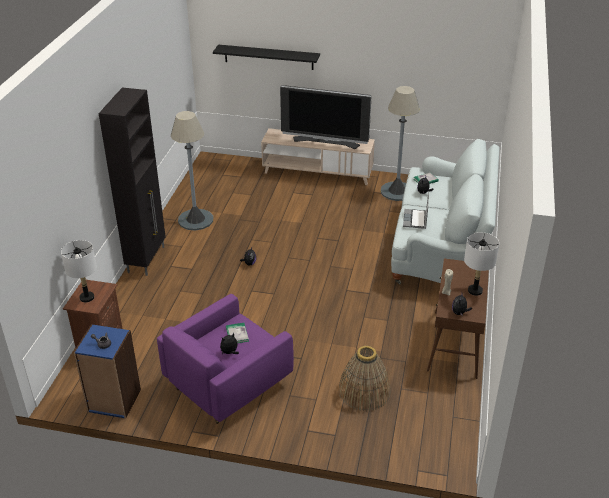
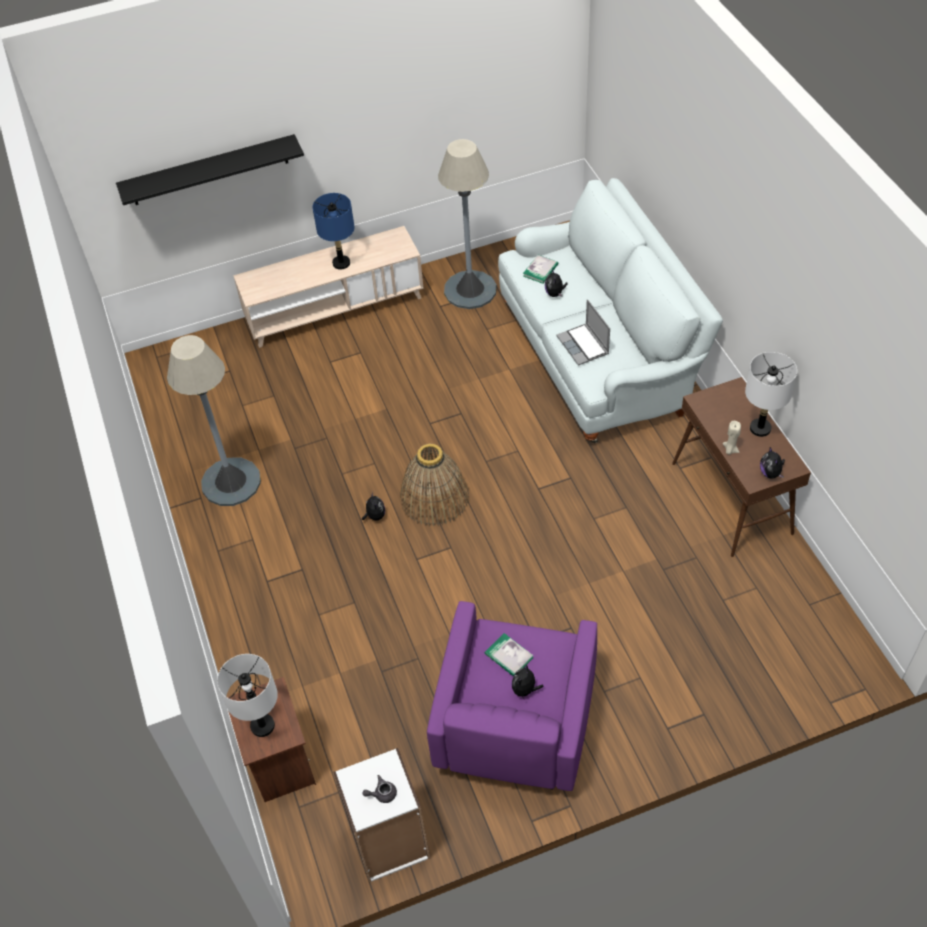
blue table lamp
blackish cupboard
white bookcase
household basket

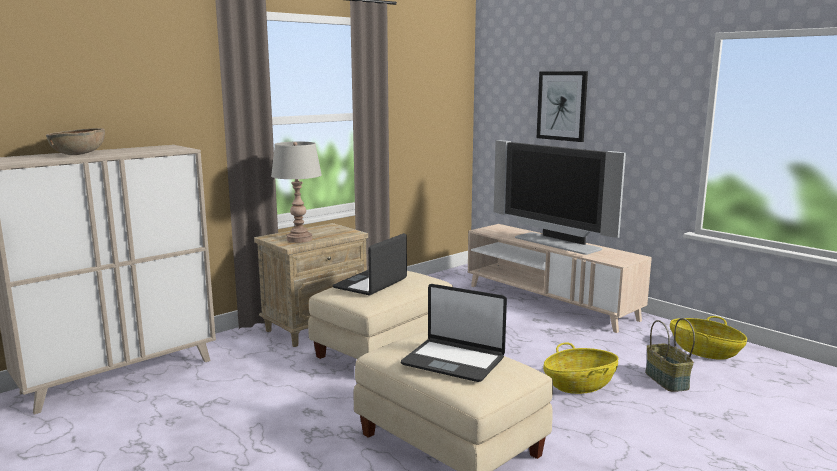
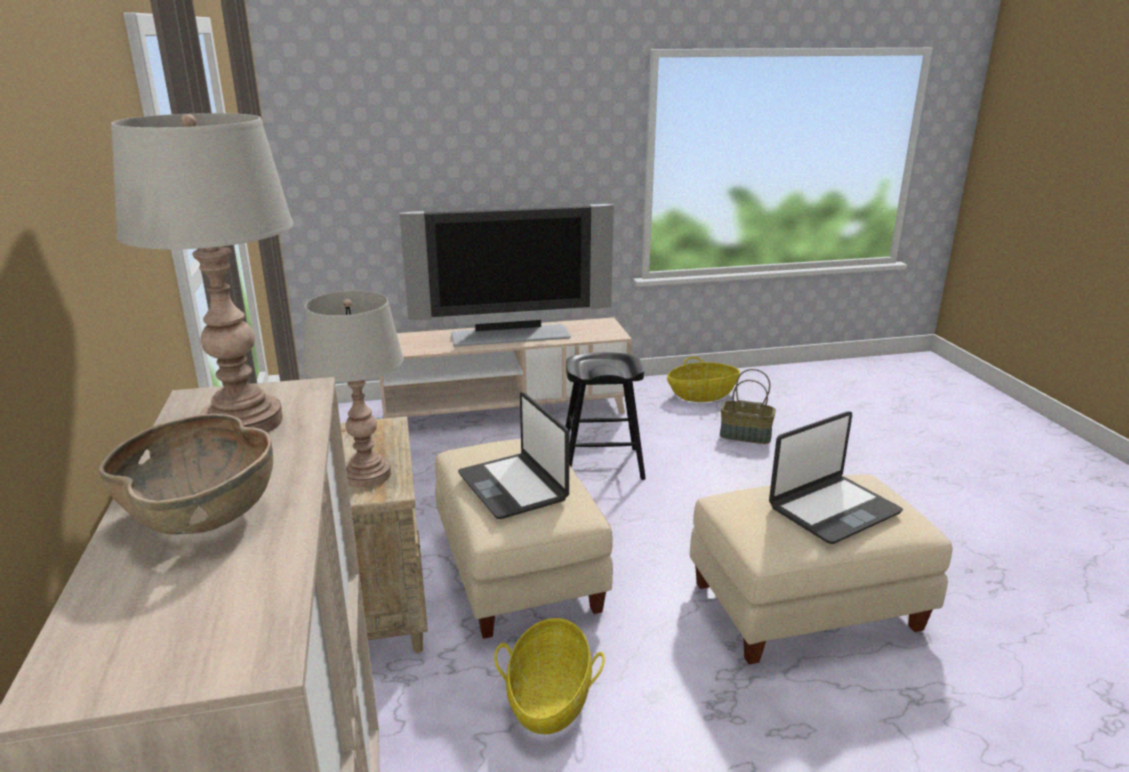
wall picture
household basket (1st from left)
grey table lamp (1st from left)
blackish sitting stool

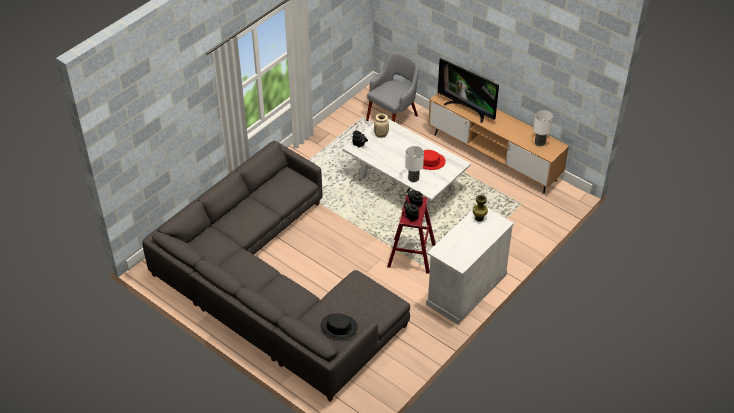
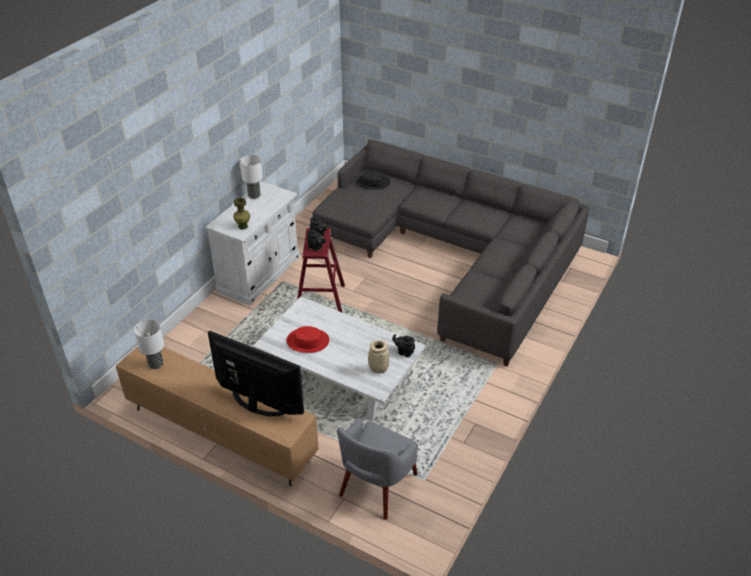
table lamp (2nd from left)

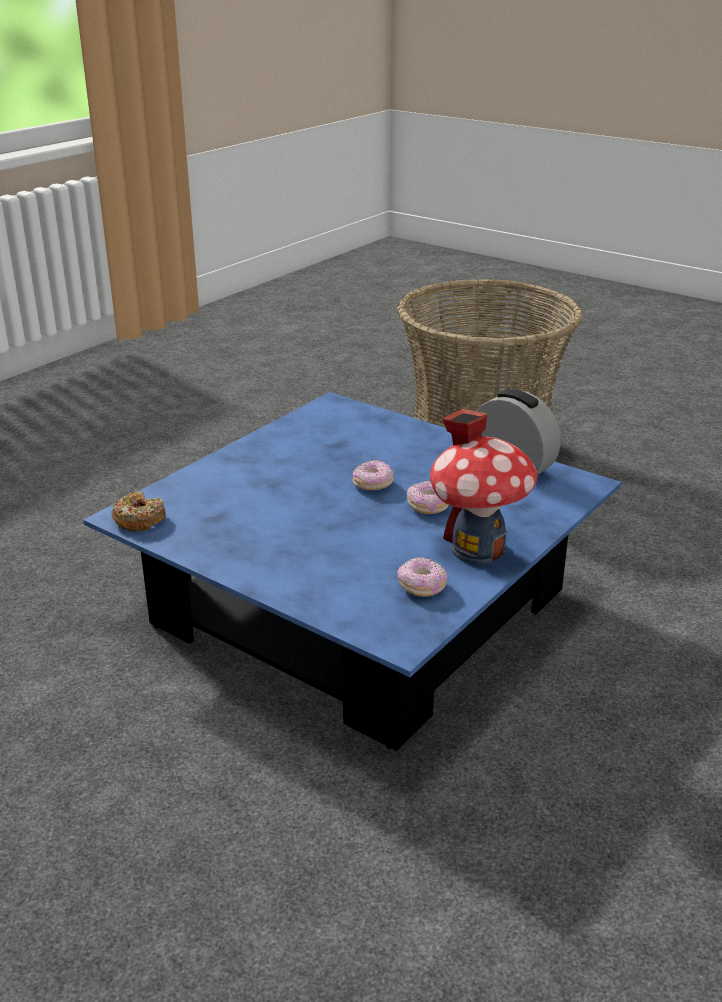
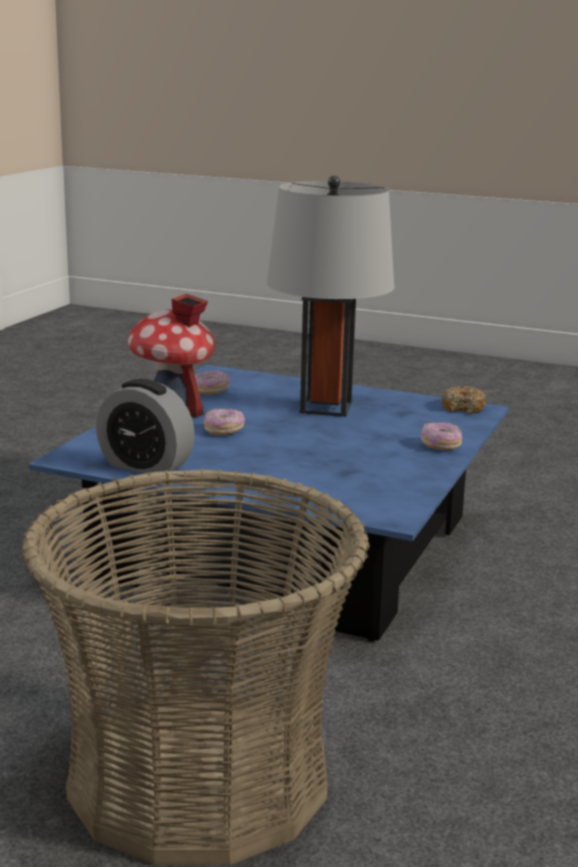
ring doughnut (3rd from left)
grey table lamp

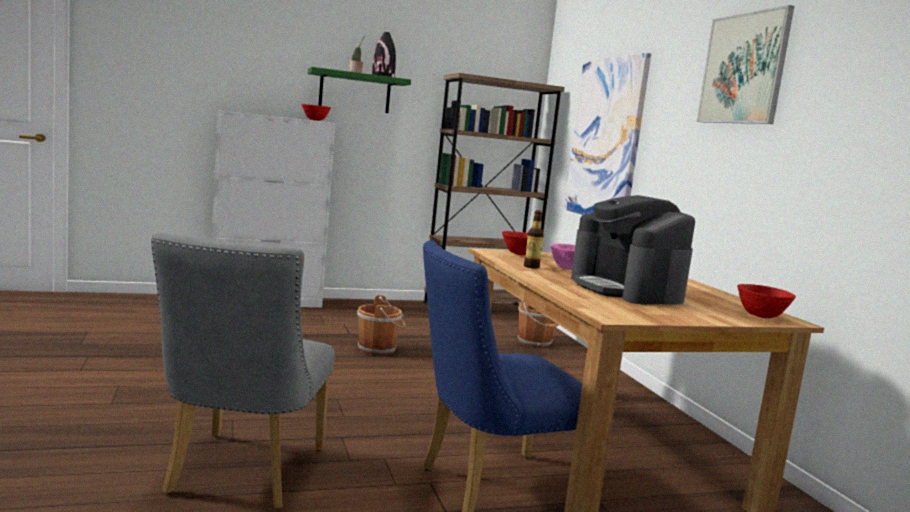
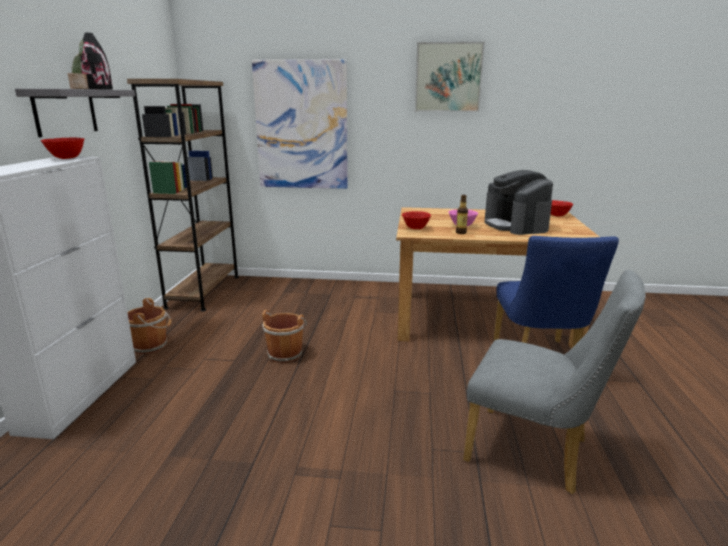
grey wall shelf
coffee machine
brown-coloured pail (1st from left)

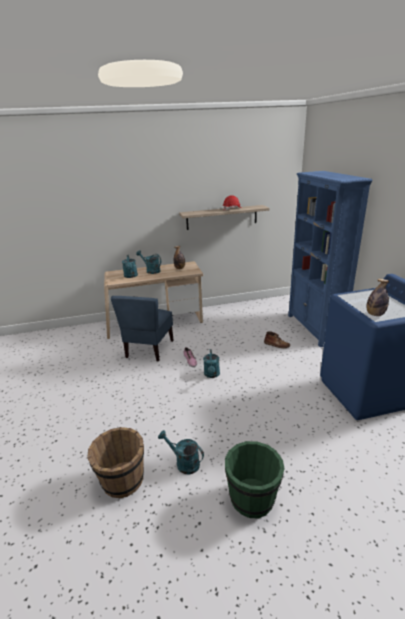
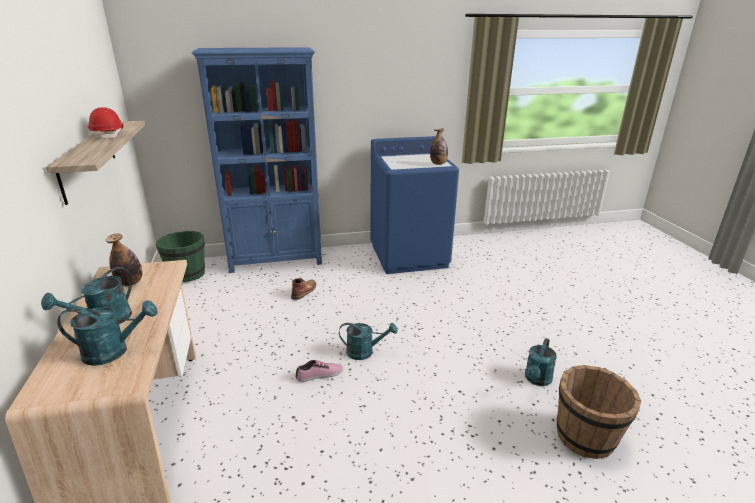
blue upright chair
green pail

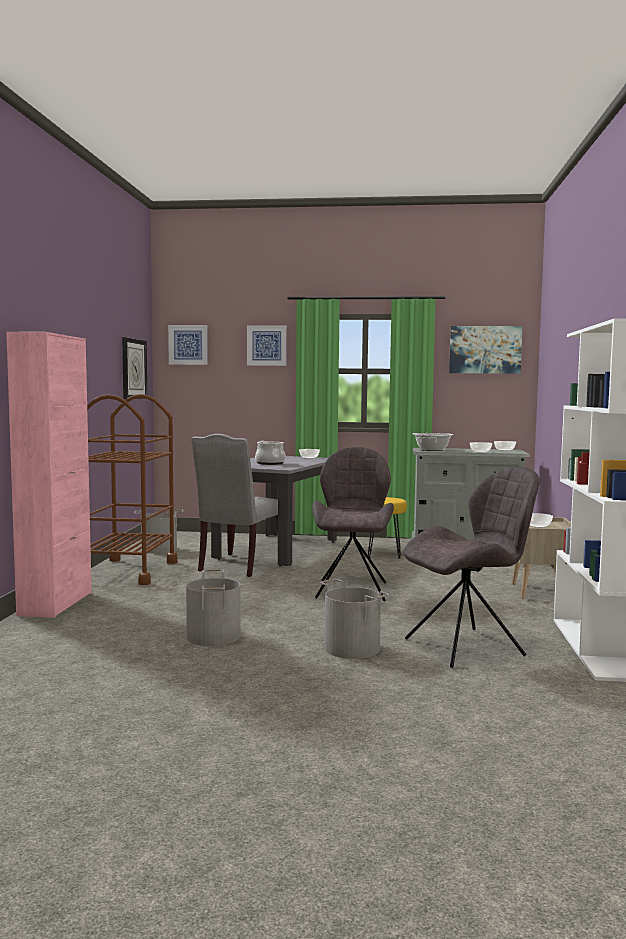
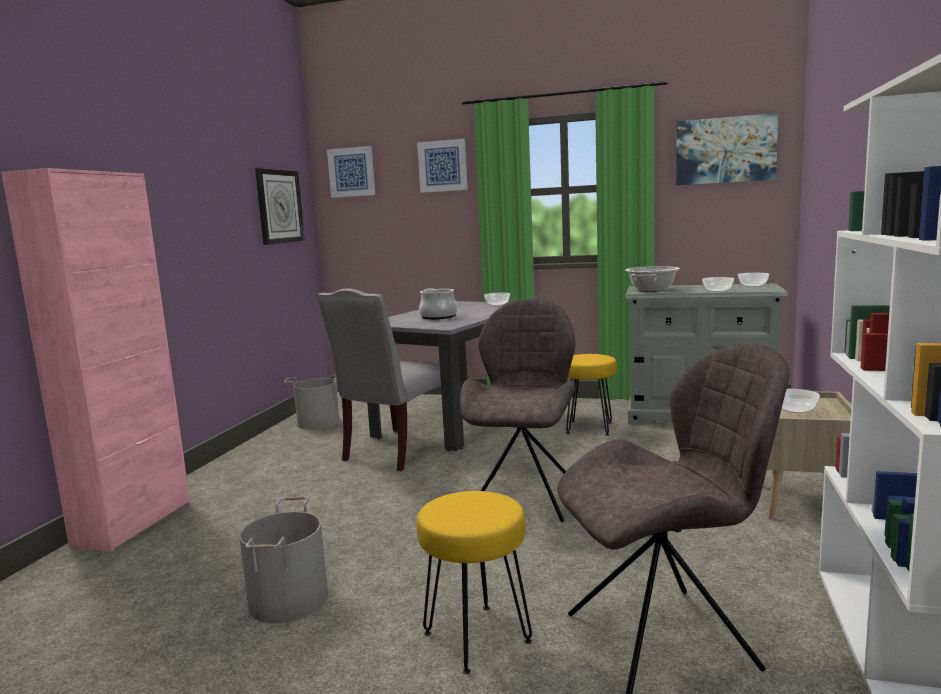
brown-coloured cart
yellow sitting stool (1st from left)

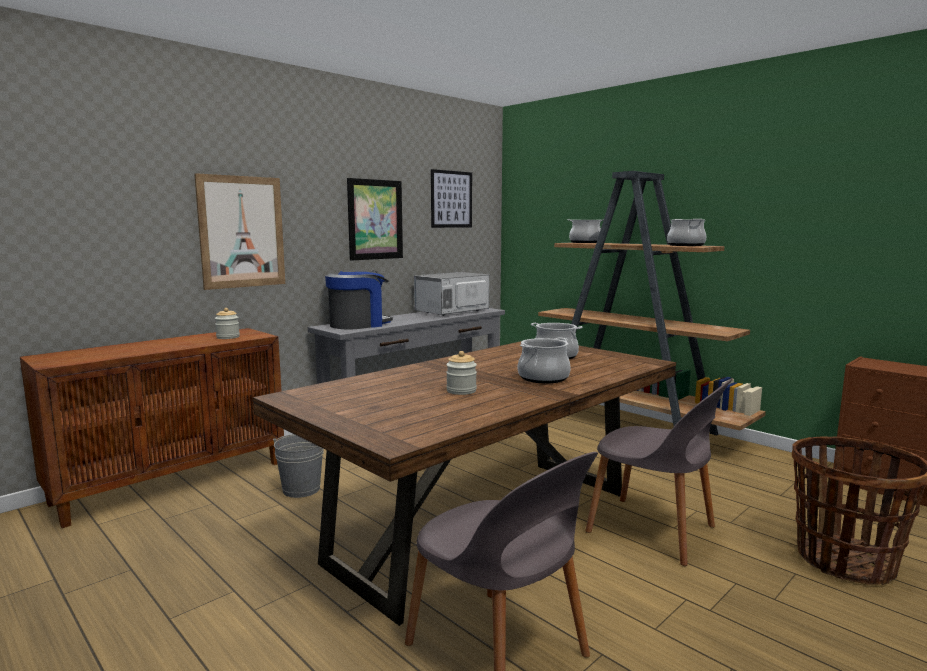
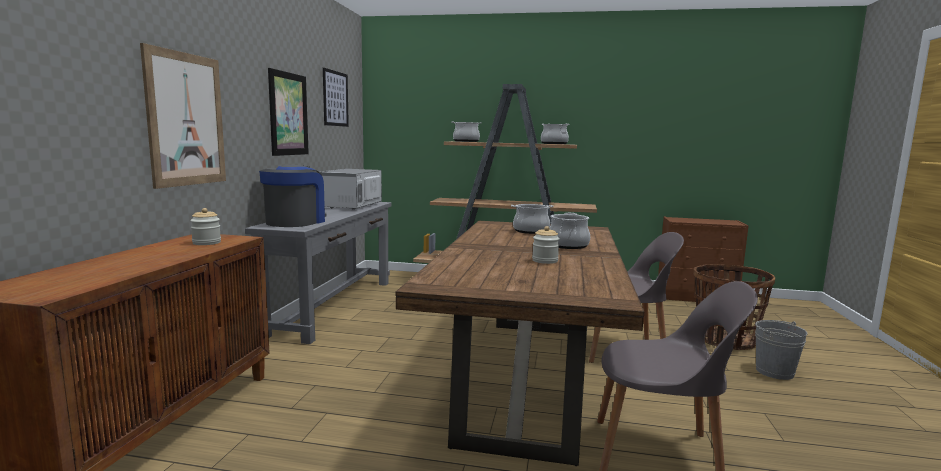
grey pail

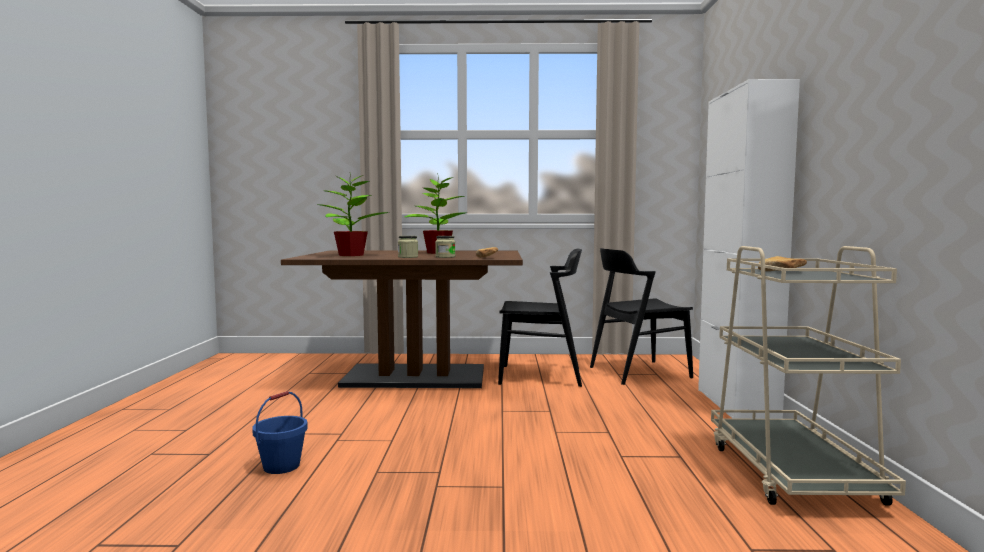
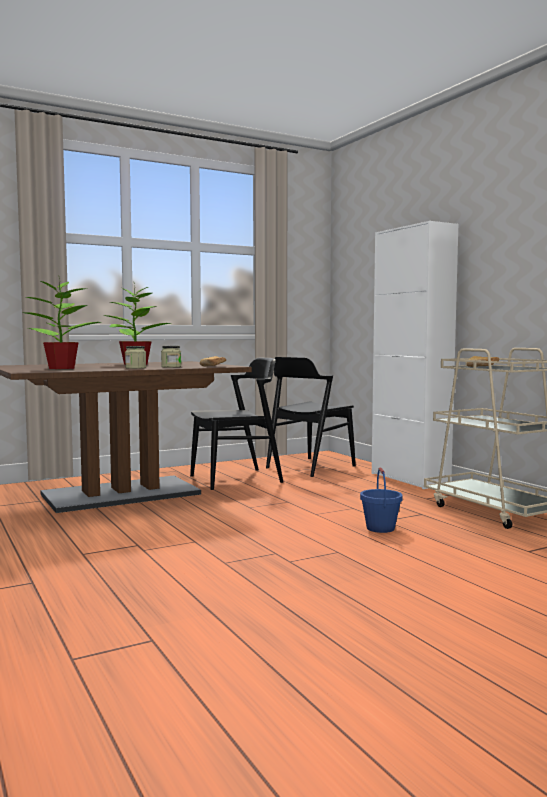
blue pail

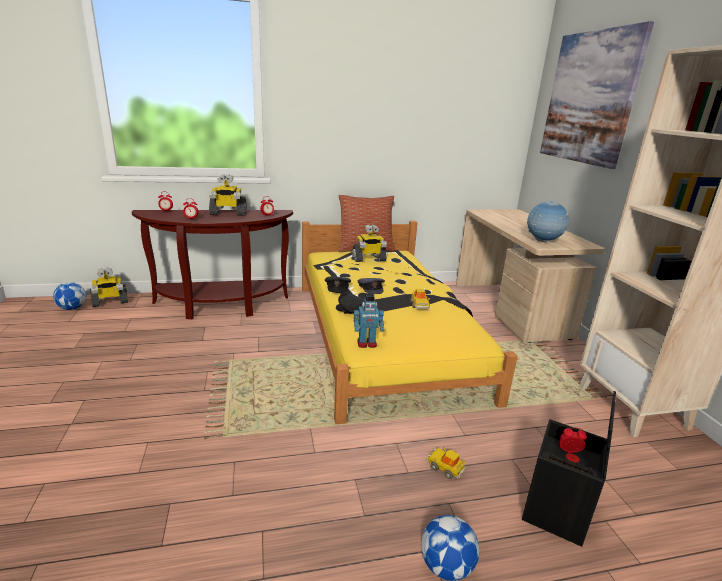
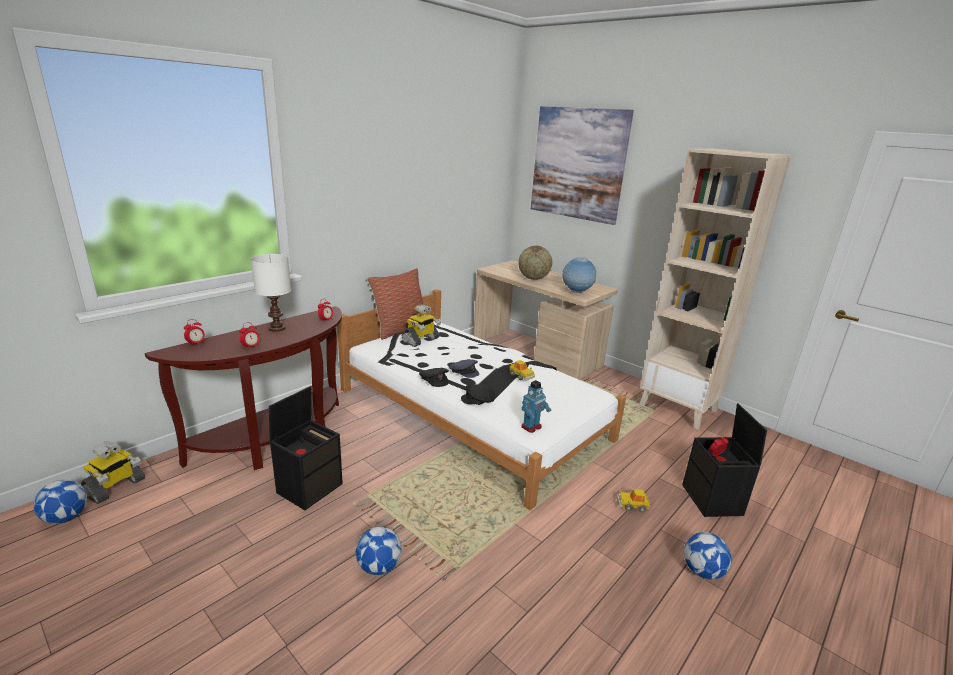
white table lamp
white bed
desk globe (1st from left)
blackish storage container (1st from left)
football (2nd from left)

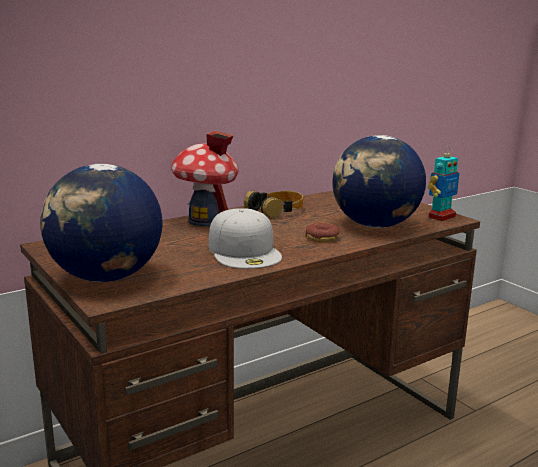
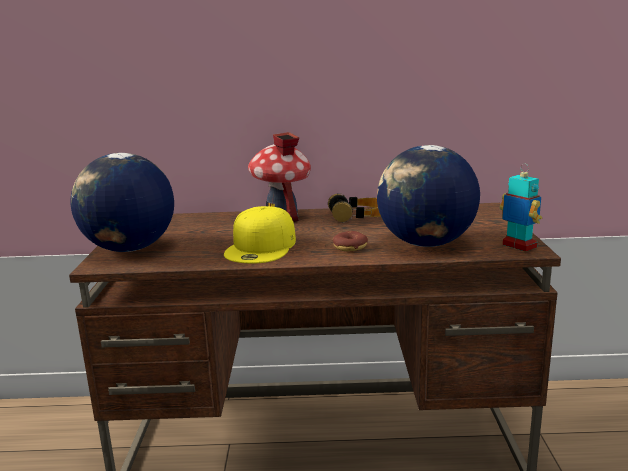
model robot
yellow baseball cap

